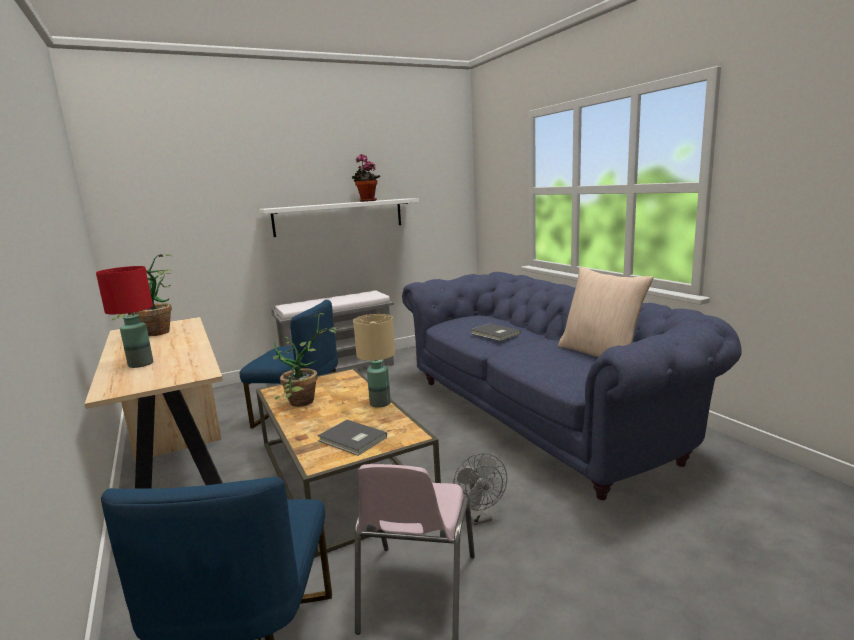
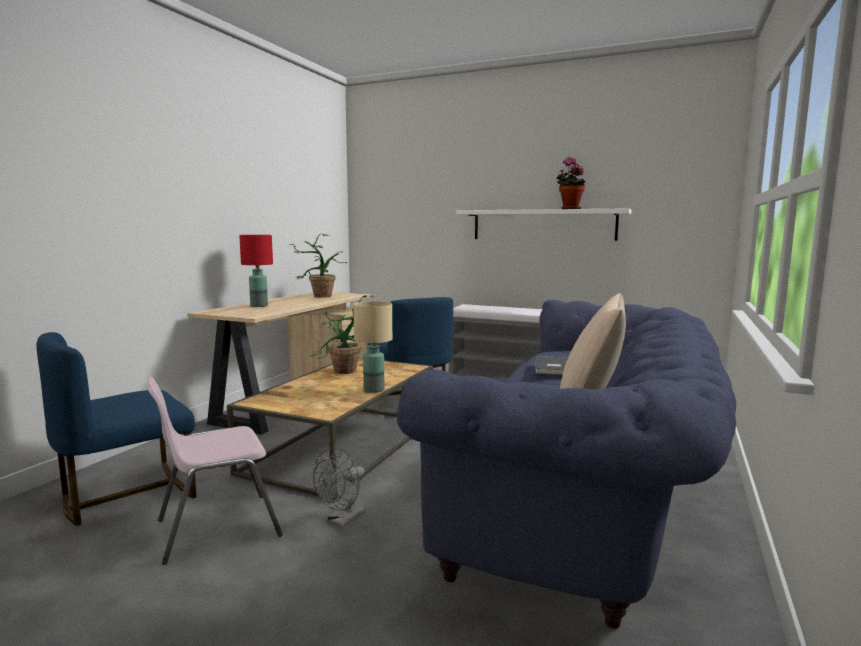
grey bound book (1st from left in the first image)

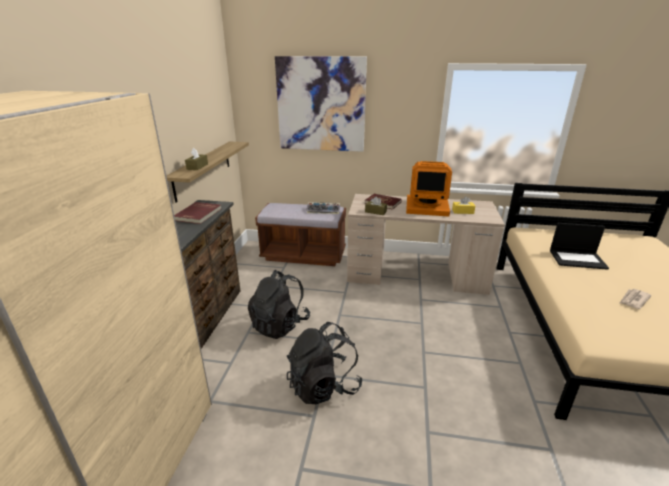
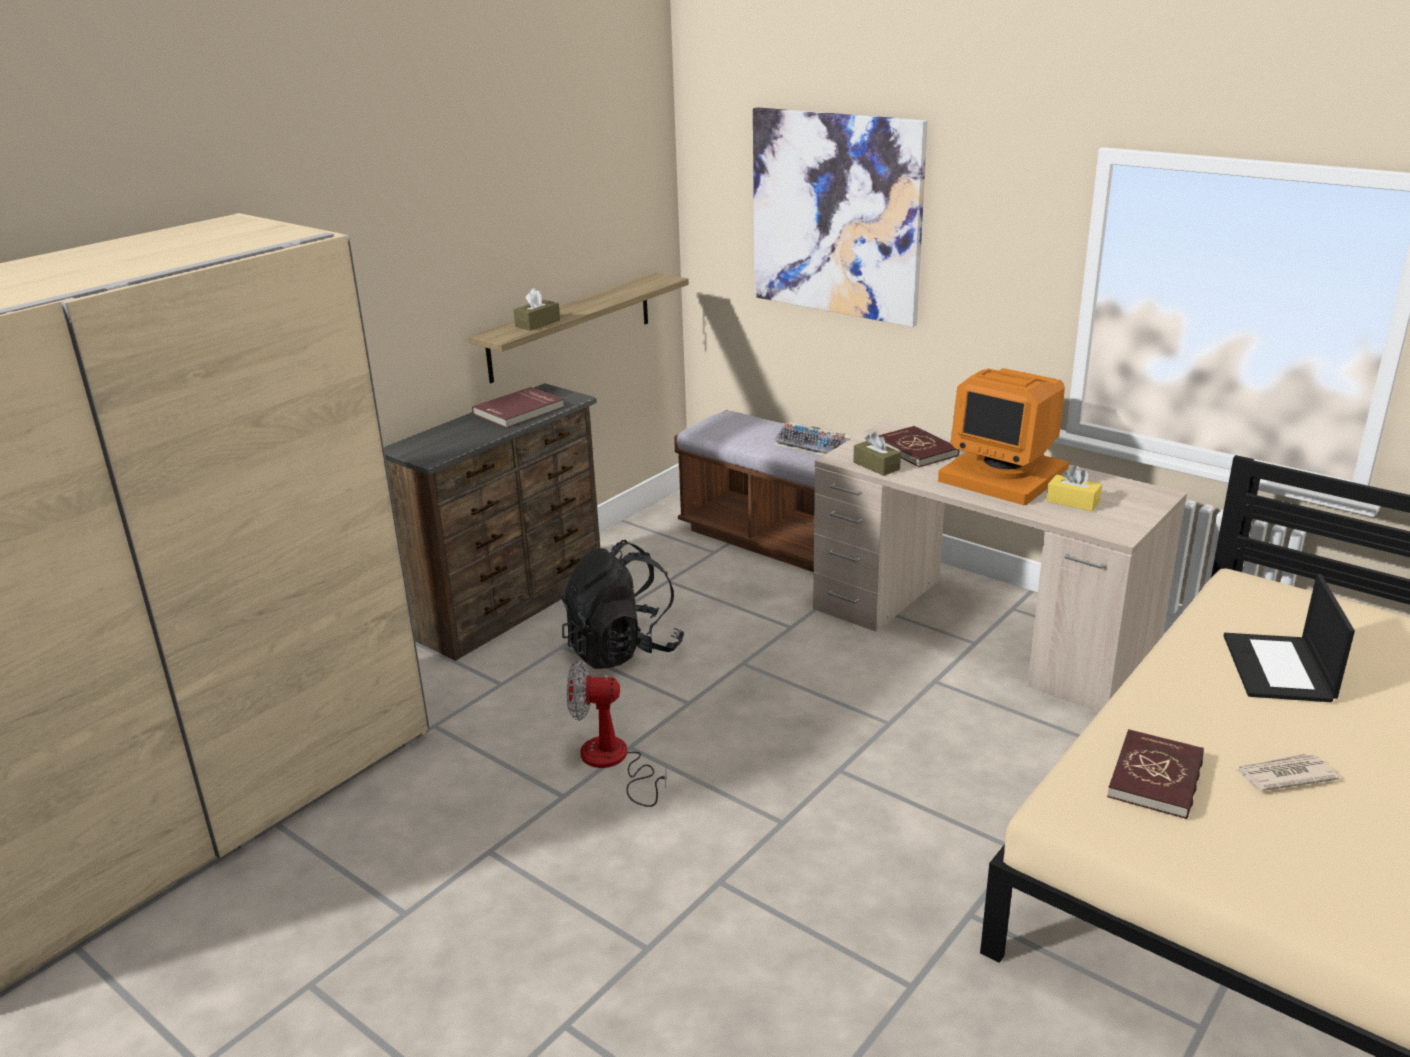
notebook computer
fan
reddish bound book (3rd from left)

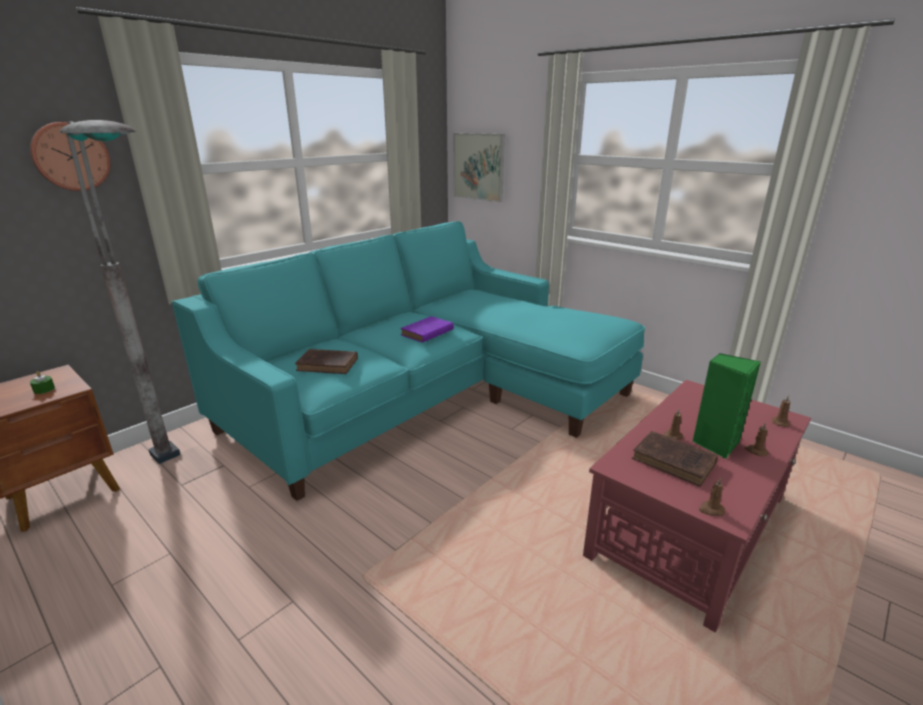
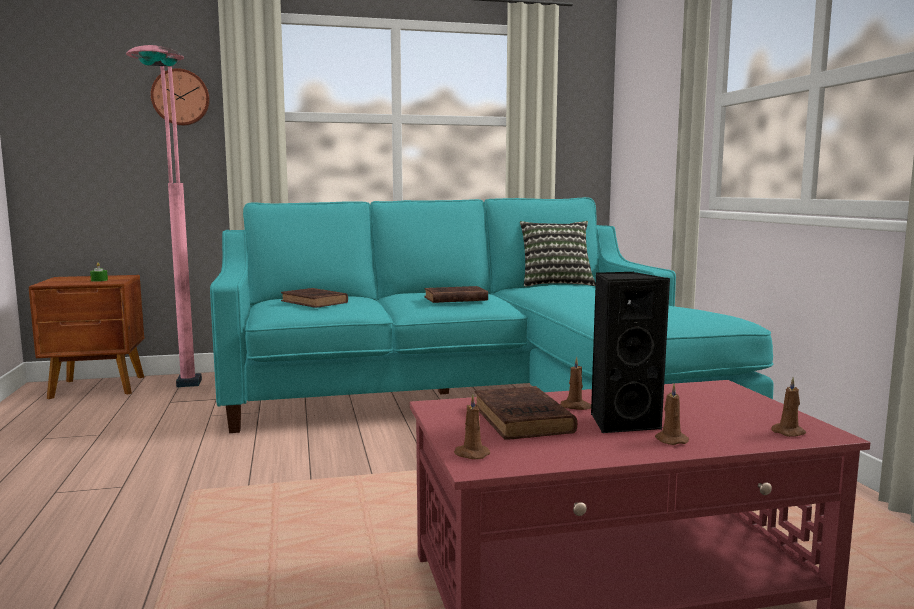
pink floor lamp
wall picture
brown-coloured bound book (2nd from left)
blackish loudspeaker
cushion

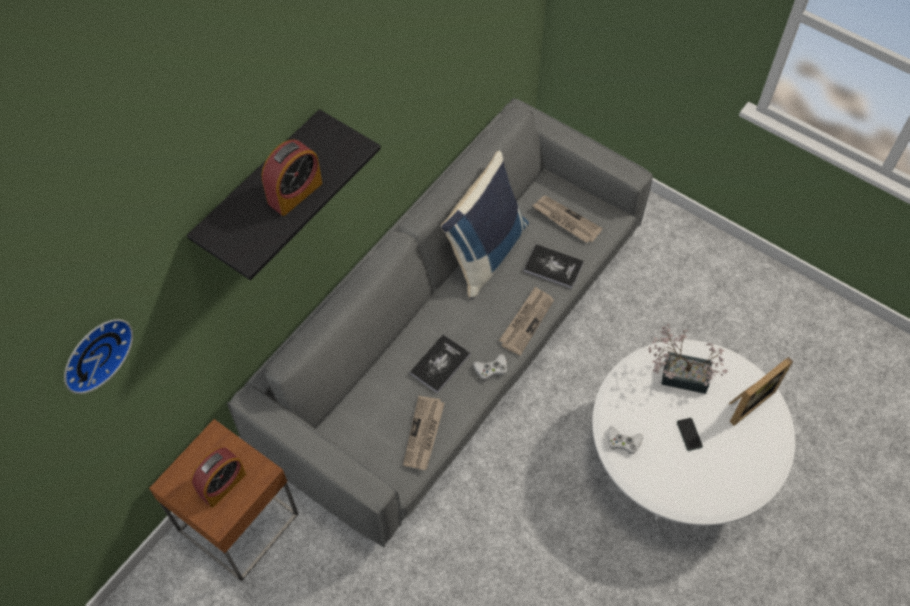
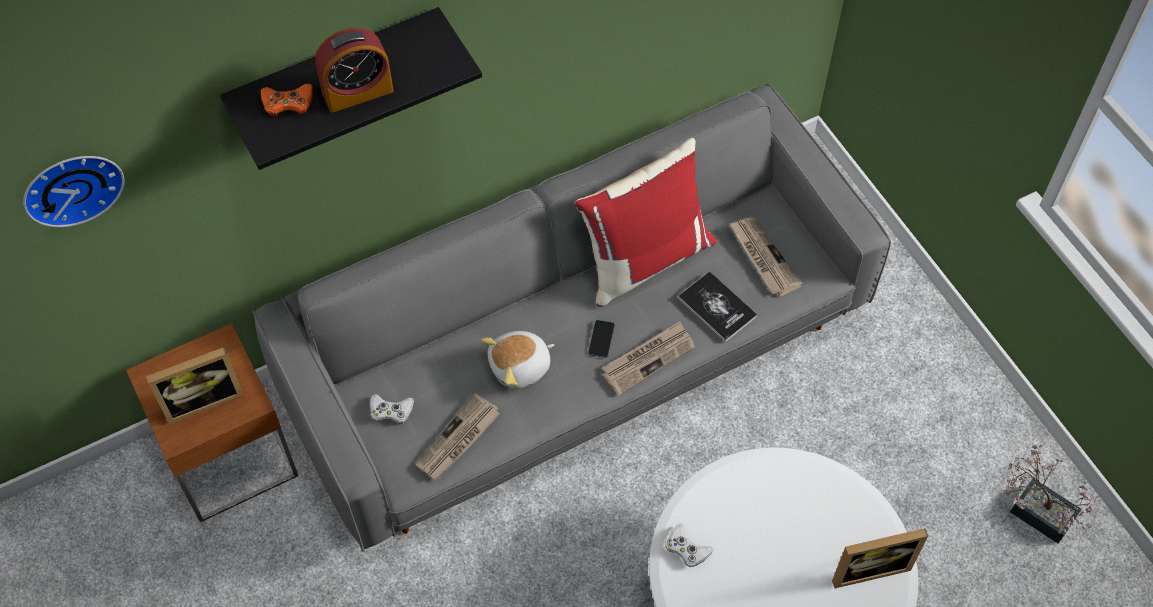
reddish cushion
houseplant
soft toy
white gamepad (1st from left)
handset
picture frame (1st from left)
orange-coloured gamepad

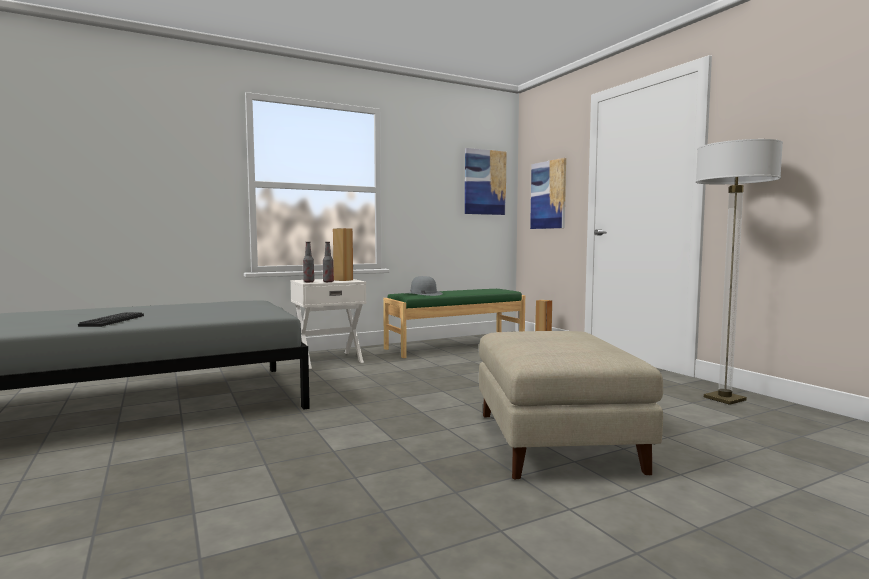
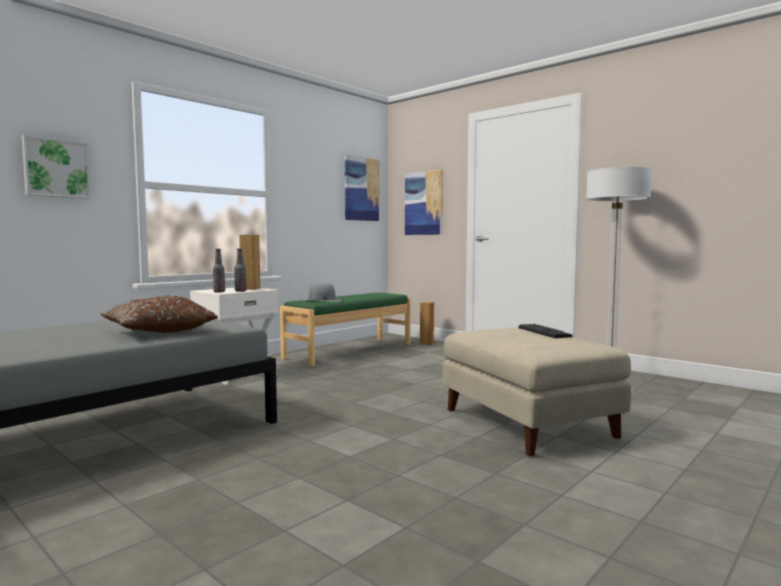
keyboard
wall picture (1st from left)
brown-coloured cushion

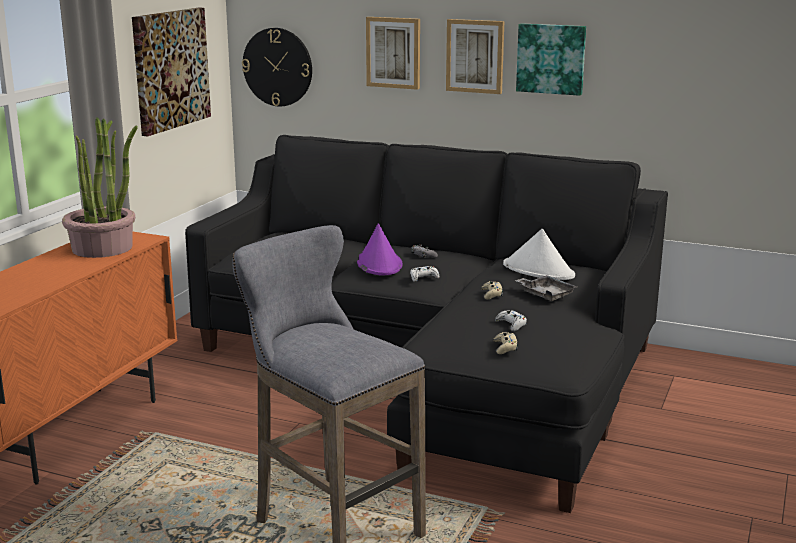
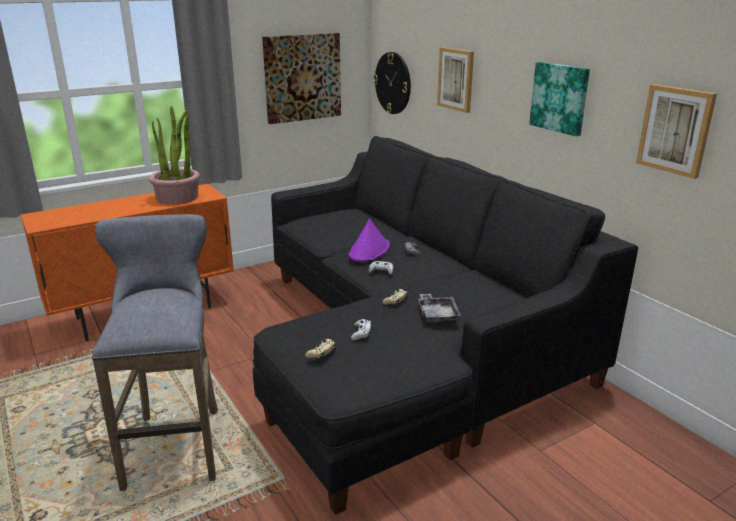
wall picture (4th from left)
white wearable hat

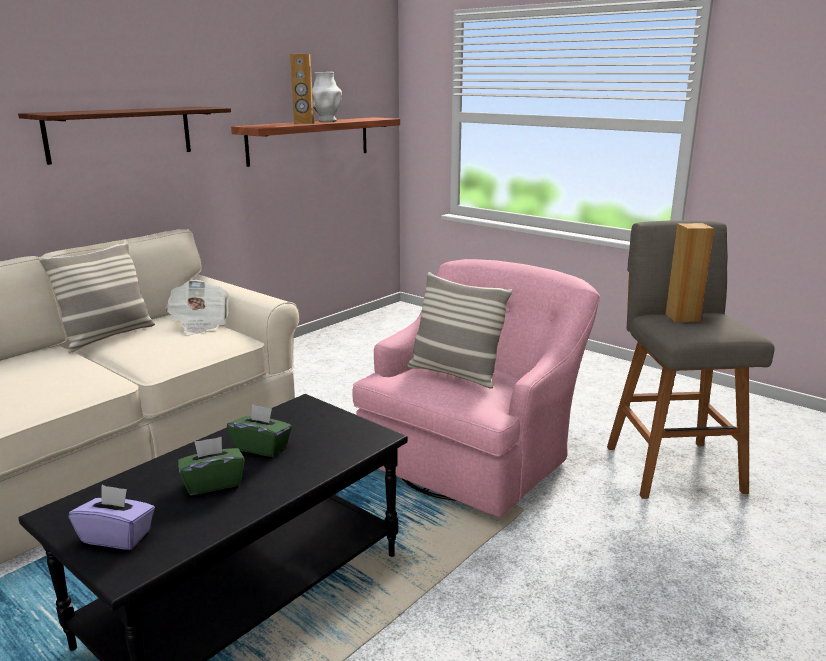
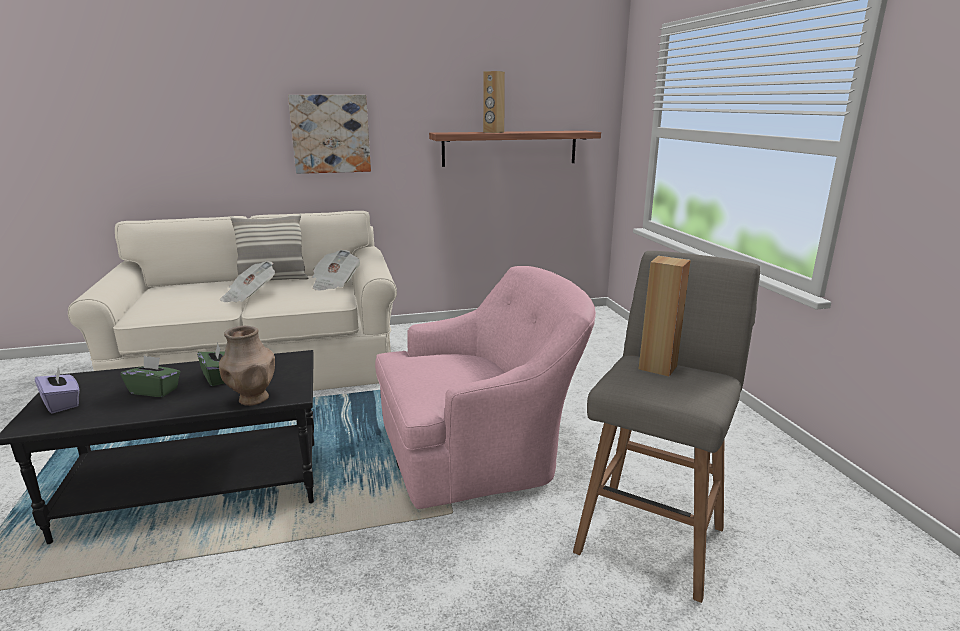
white vase
wall picture
cushion (2nd from left in the first image)
daily paper (1st from left)
brown-coloured vase

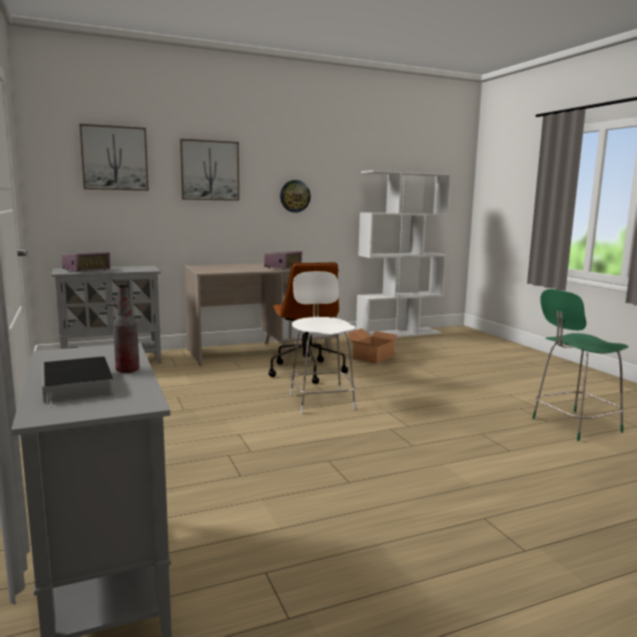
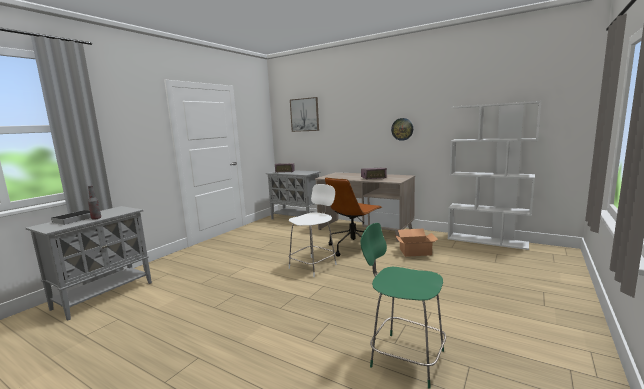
wall picture (2nd from left in the first image)

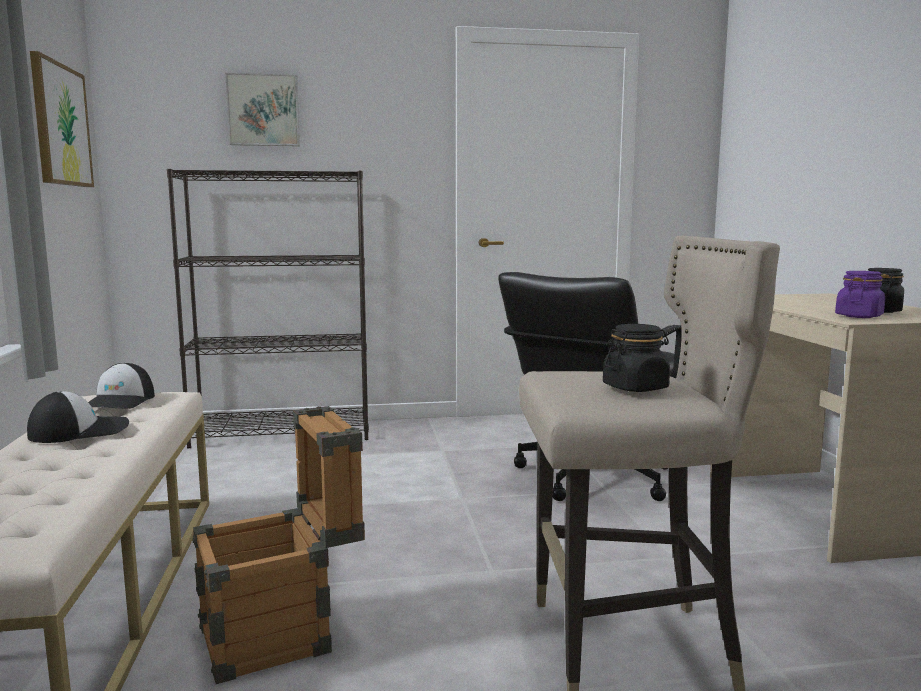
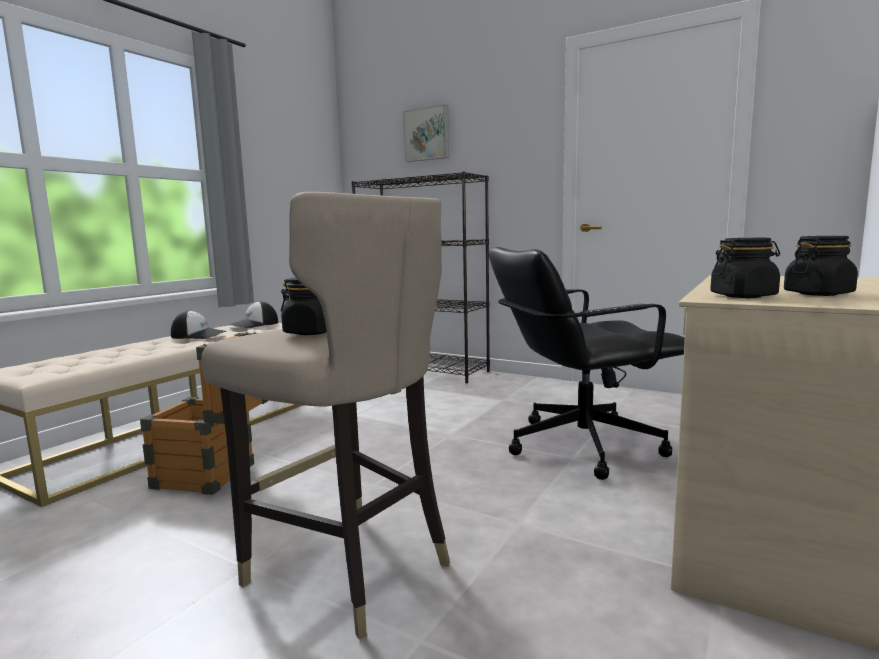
wall picture (1st from left in the first image)
blackish storage jar (2nd from left)

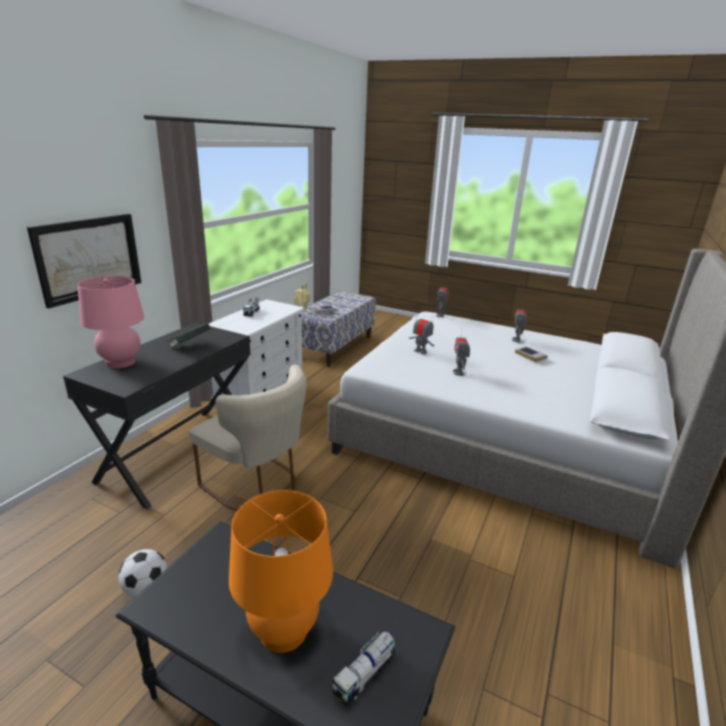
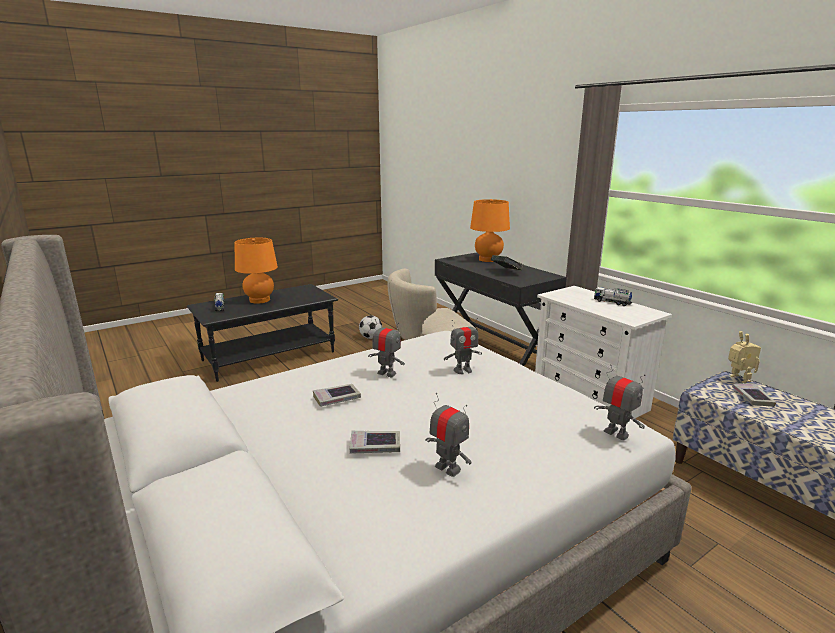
wall picture
orange-coloured table lamp (2nd from left)
bound book (1st from left)

